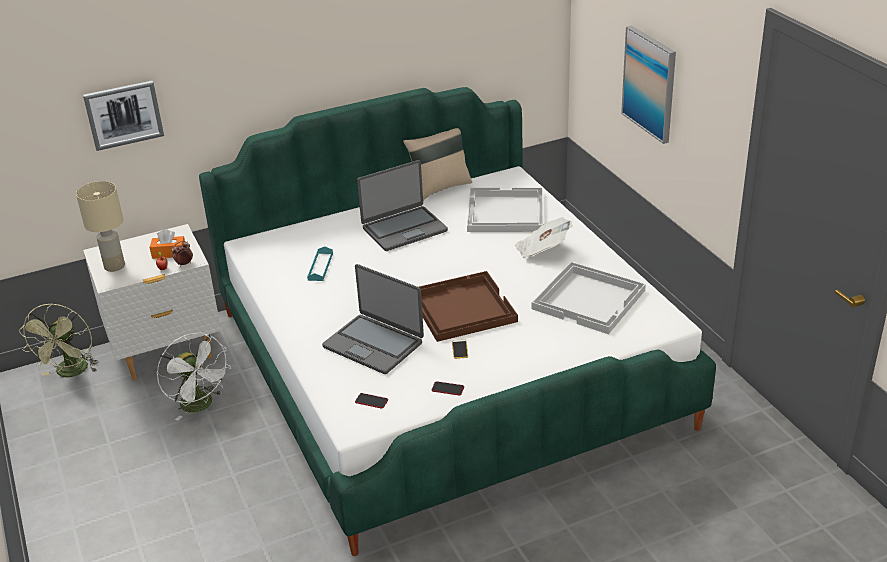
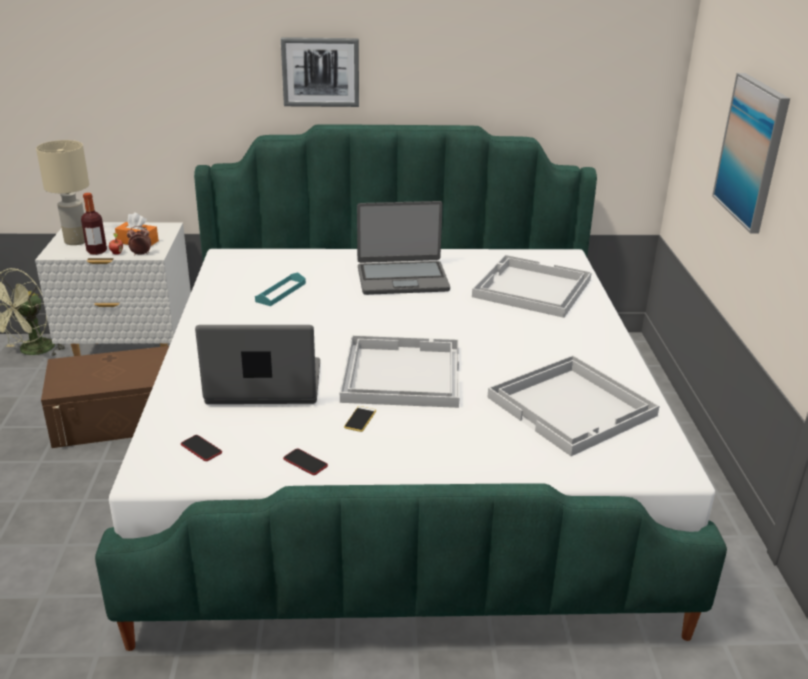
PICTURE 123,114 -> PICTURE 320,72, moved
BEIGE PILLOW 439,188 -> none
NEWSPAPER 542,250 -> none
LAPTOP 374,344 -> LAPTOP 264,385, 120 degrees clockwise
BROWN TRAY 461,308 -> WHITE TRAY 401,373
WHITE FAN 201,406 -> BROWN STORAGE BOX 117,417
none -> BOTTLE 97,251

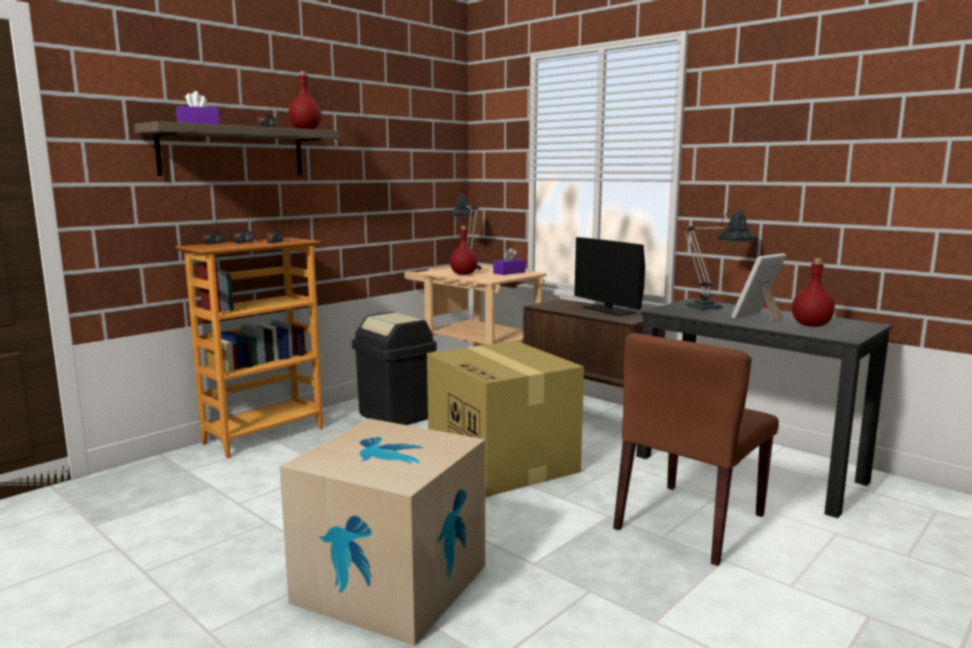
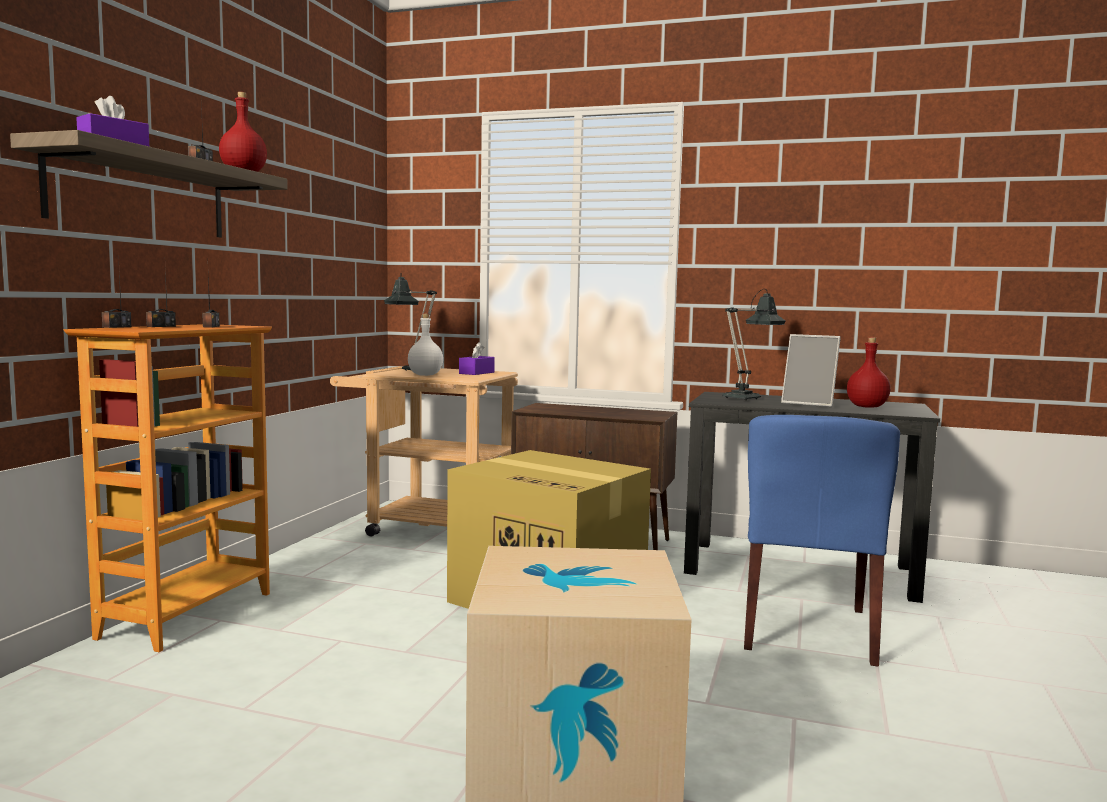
RED BOTTLE 464,274 -> WHITE BOTTLE 426,375
MONITOR 608,310 -> none
PICTURE FRAME 758,318 -> PICTURE FRAME 809,403, 90 degrees counterclockwise
BLACK TRASH CAN 396,415 -> none
BROWN CHAIR 690,522 -> BLUE CHAIR 807,629

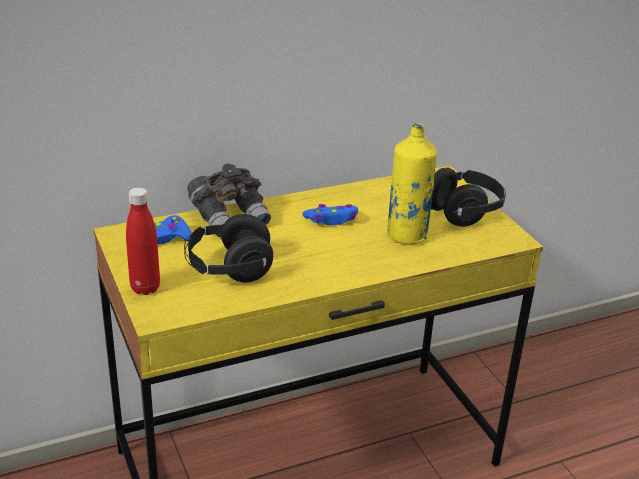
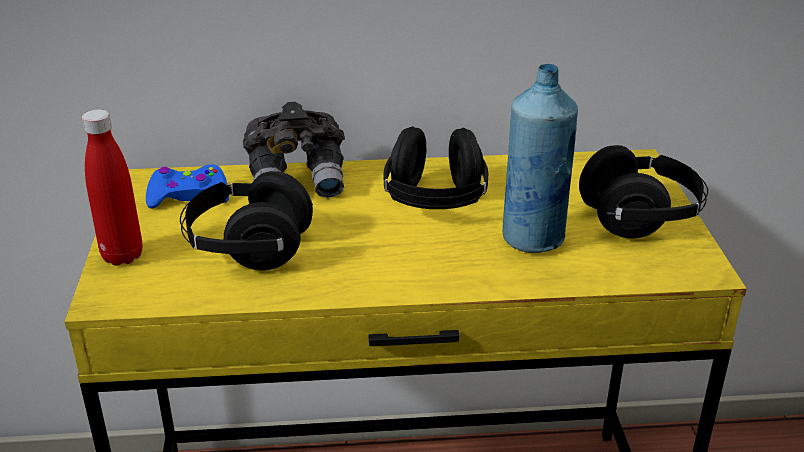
YELLOW BOTTLE 407,235 -> BLUE BOTTLE 533,239
BLUE GAME CONTROLLER 332,220 -> BLACK HEADPHONES 435,201

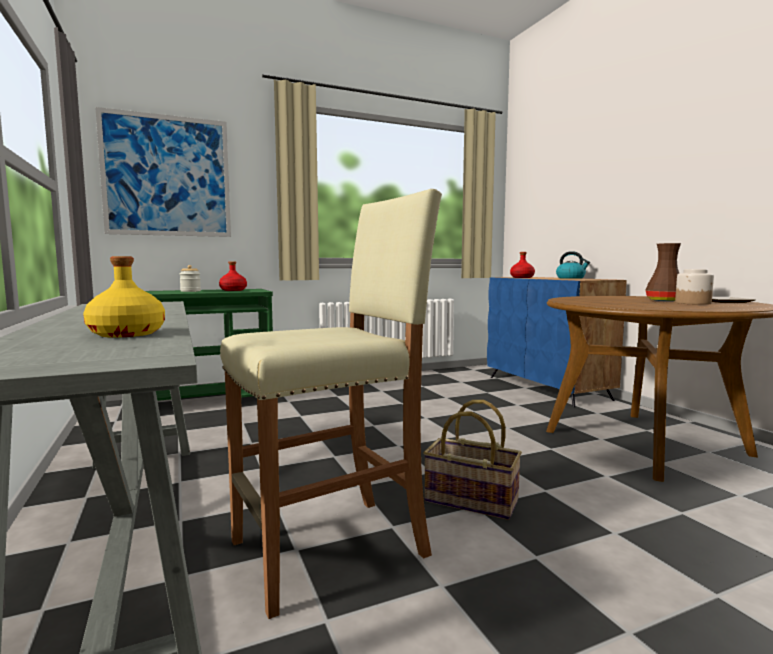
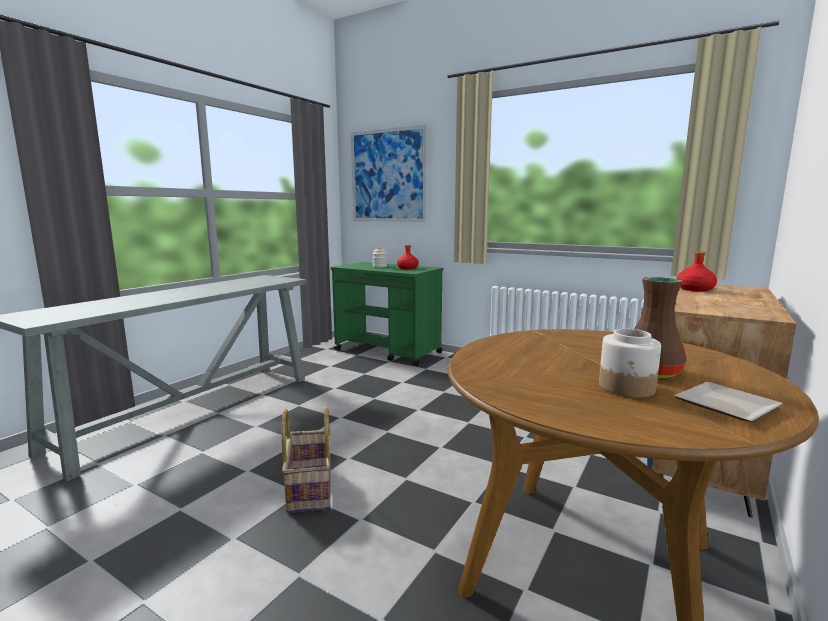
BEIGE STOOL 332,548 -> none
KETTLE 571,278 -> none
YELLOW BOTTLE 126,334 -> none

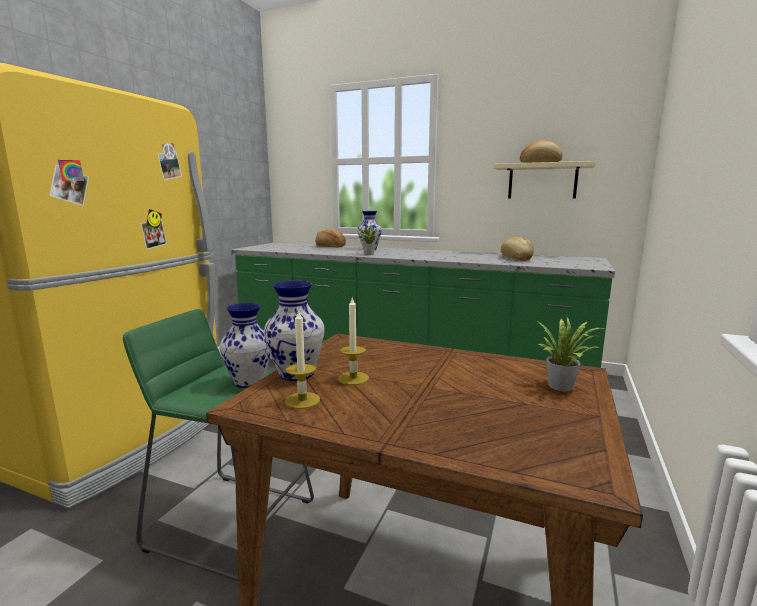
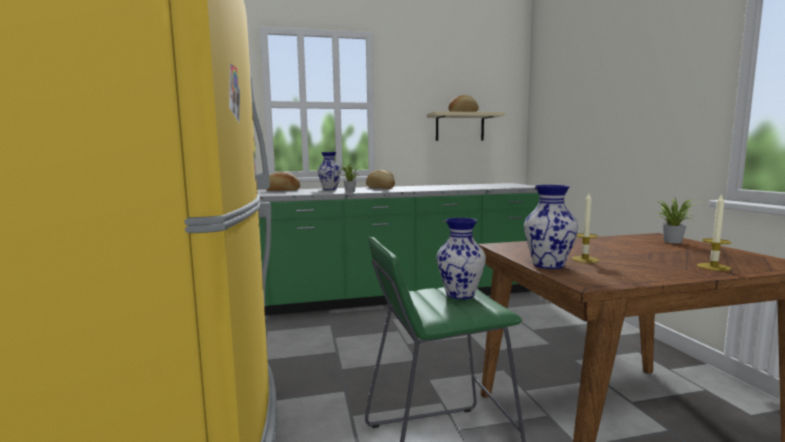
BREAD 515,259 -> BREAD 380,188, moved
CANDLE 302,400 -> CANDLE 713,267, moved

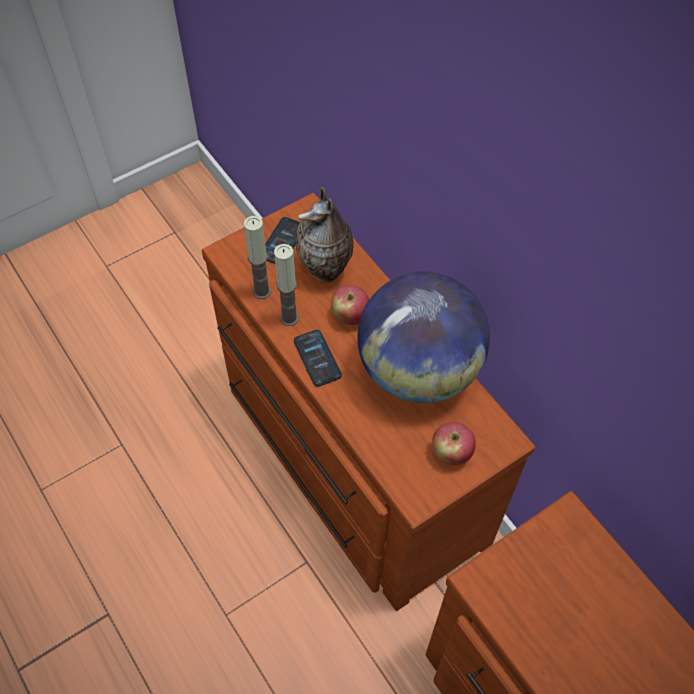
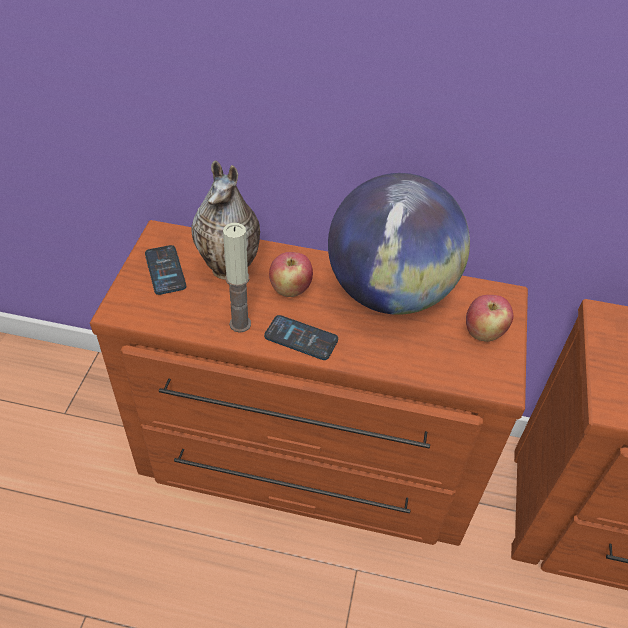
CANDLE 262,291 -> none

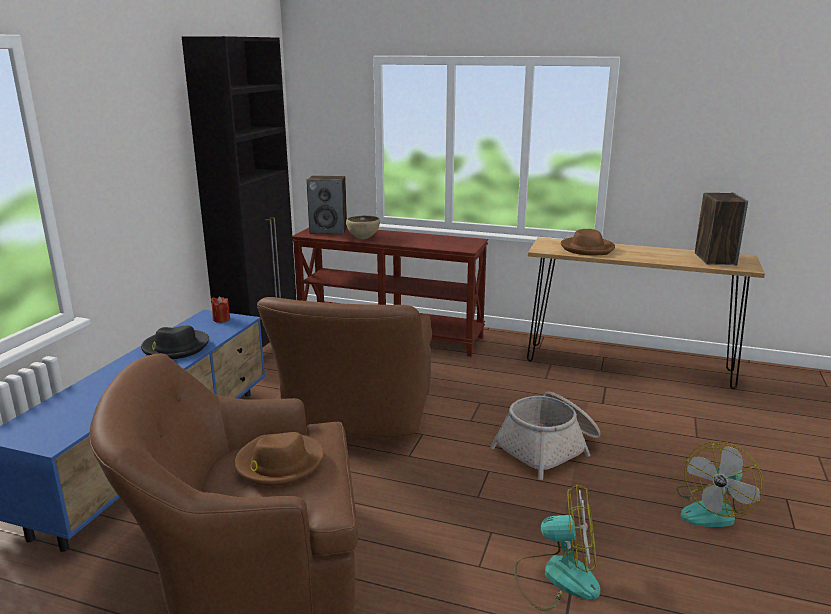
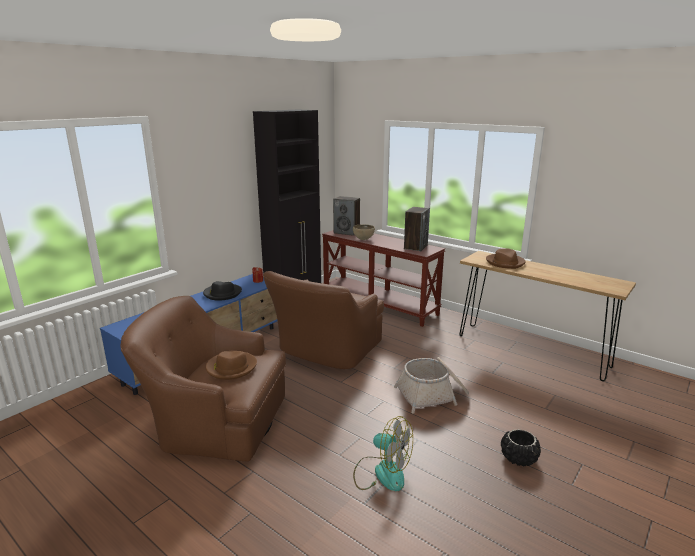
SPEAKER 714,259 -> SPEAKER 415,247, moved
FAN 713,510 -> BLACK PLANTER 519,458

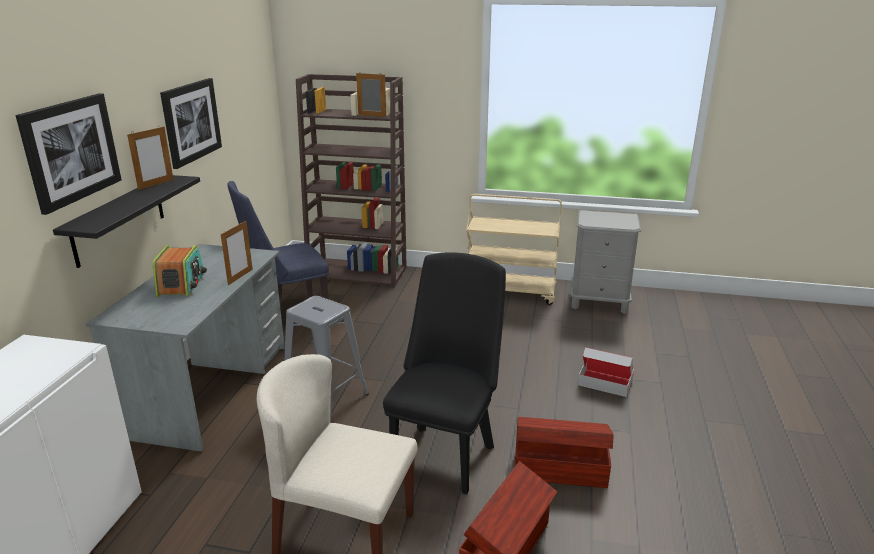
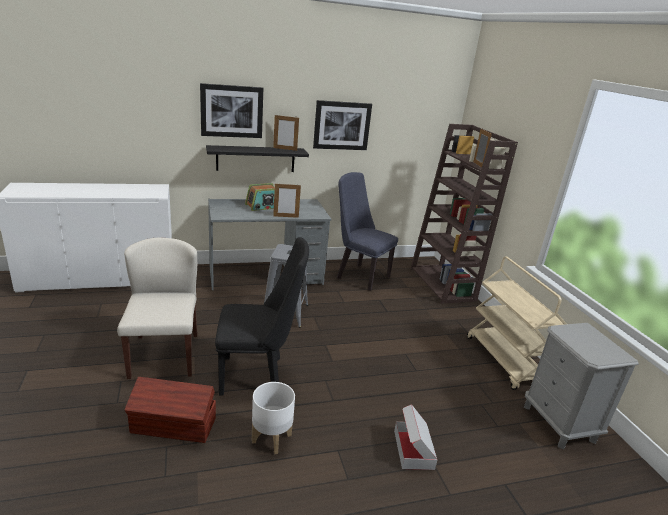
BROWN STORAGE BOX 559,468 -> WHITE PLANTER 271,438

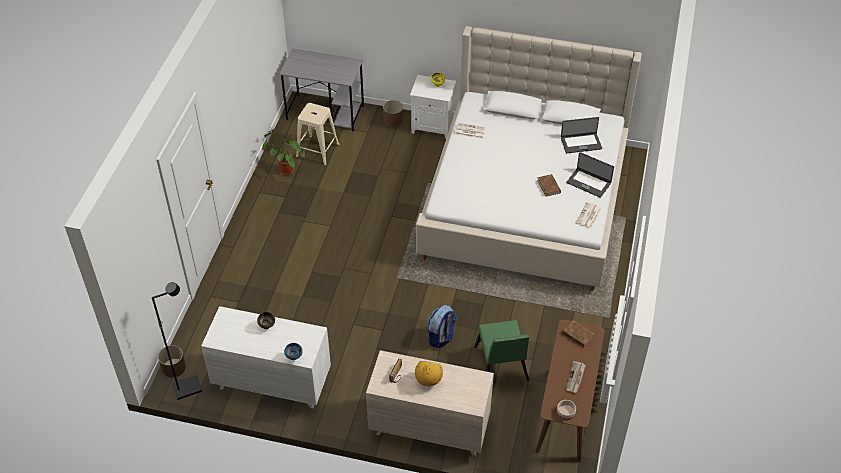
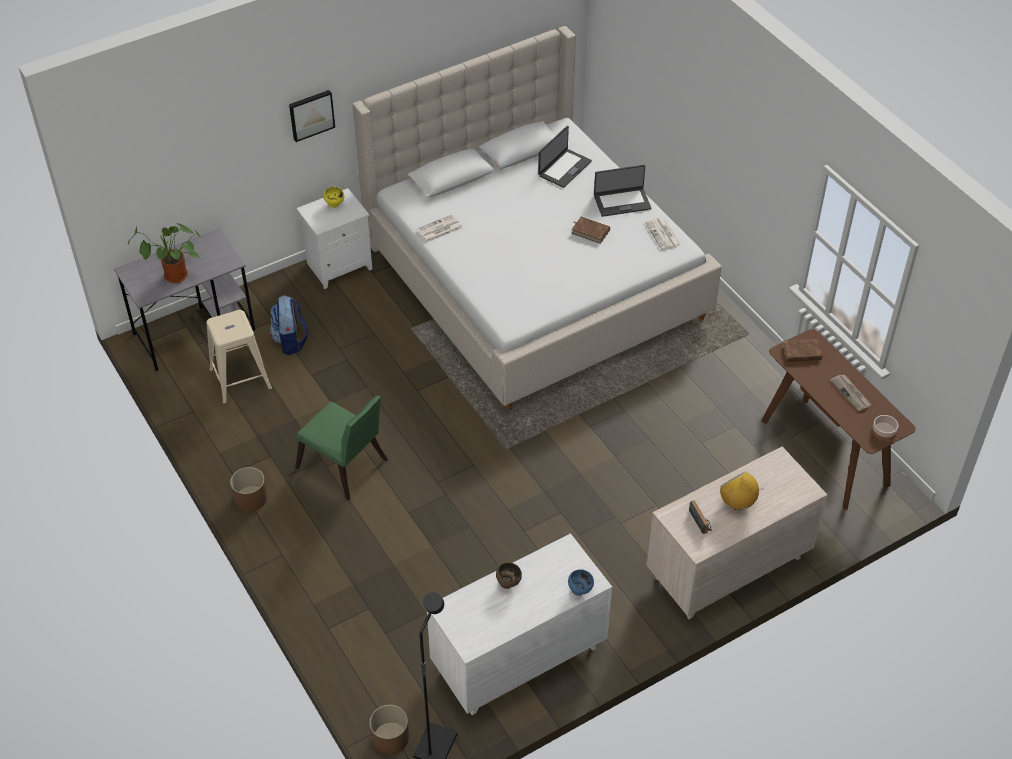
BROWN PLANTER 393,120 -> BROWN PLANTER 250,499, moved
POTTED PLANT 284,170 -> POTTED PLANT 174,277, moved
BACKPACK 441,337 -> BACKPACK 291,341, moved
GREEN CHAIR 501,367 -> GREEN CHAIR 345,468, moved
none -> PICTURE 311,114

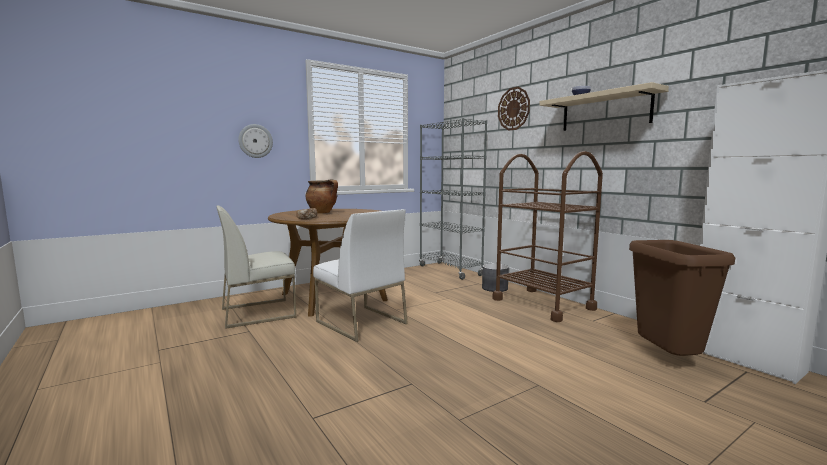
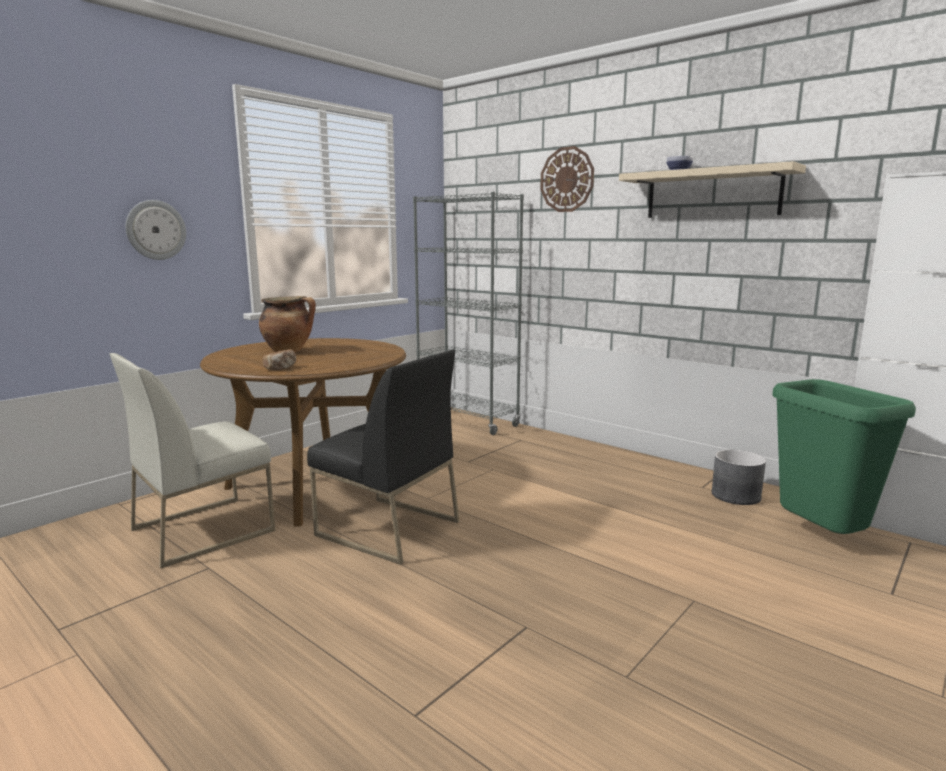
BROWN CART 542,304 -> none
WHITE CHAIR 360,322 -> BLACK CHAIR 386,528
BROWN TRASH CAN 668,360 -> GREEN TRASH CAN 821,538
GREY PLANTER 495,288 -> GREY PLANTER 736,495, moved

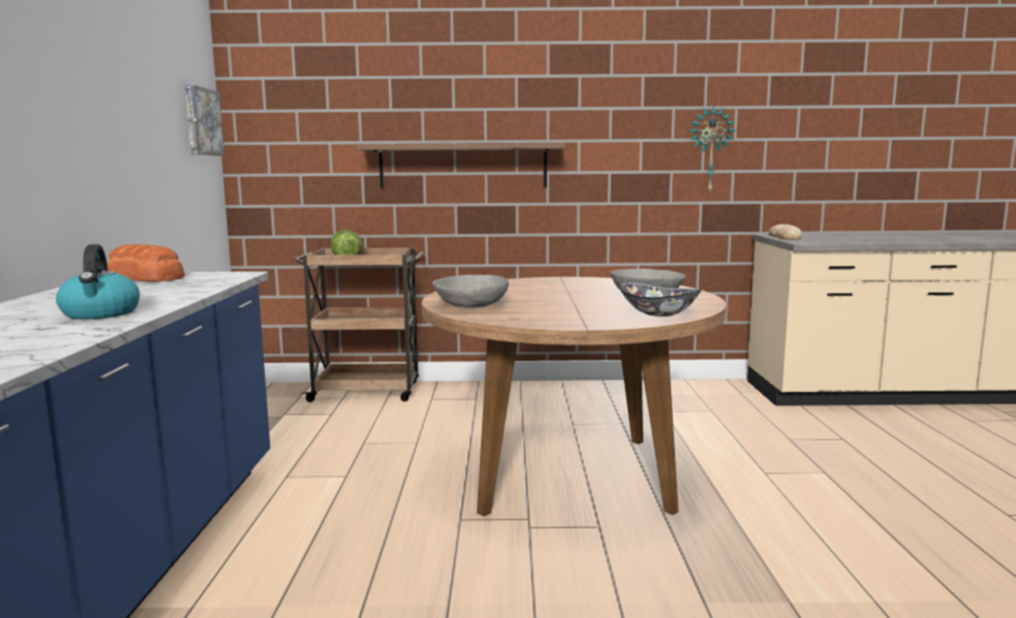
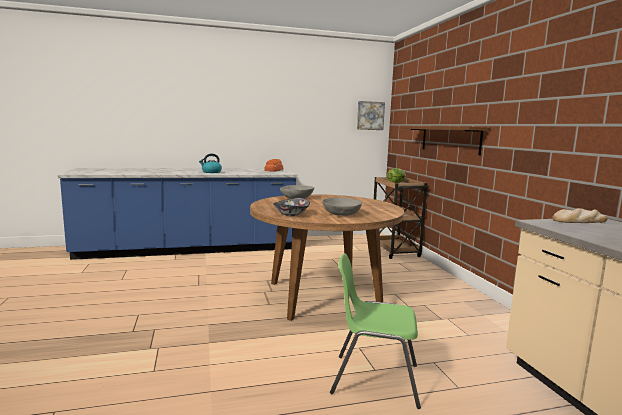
WALL CLOCK 710,150 -> none
none -> GREEN CHAIR 374,379

